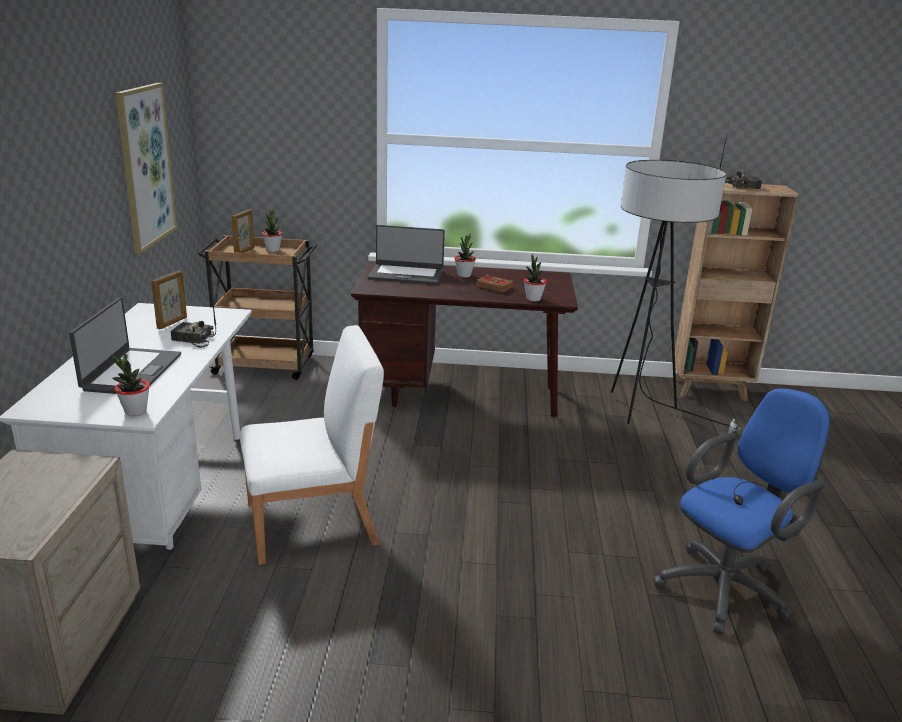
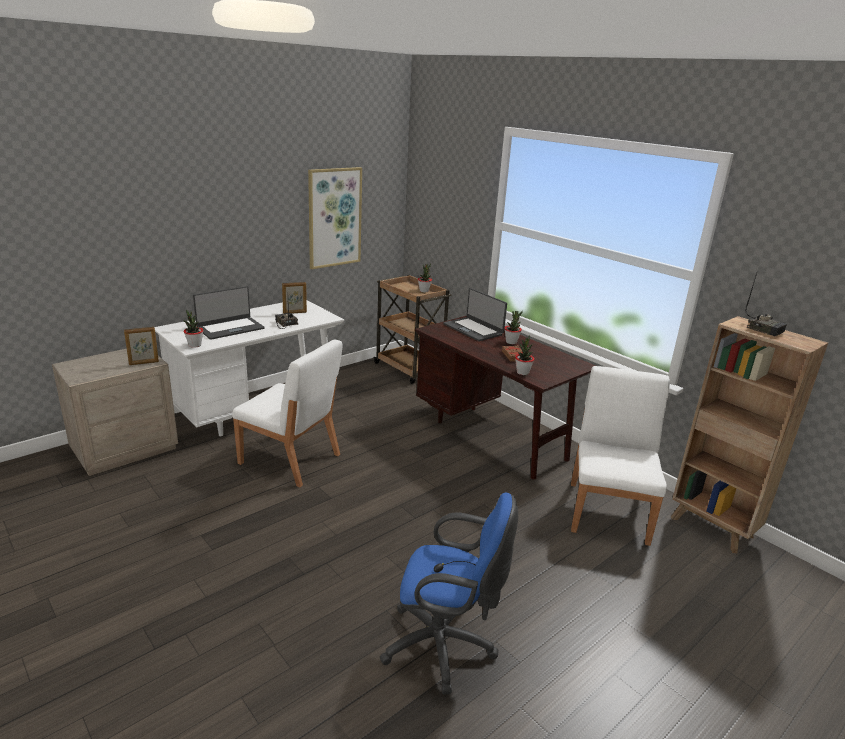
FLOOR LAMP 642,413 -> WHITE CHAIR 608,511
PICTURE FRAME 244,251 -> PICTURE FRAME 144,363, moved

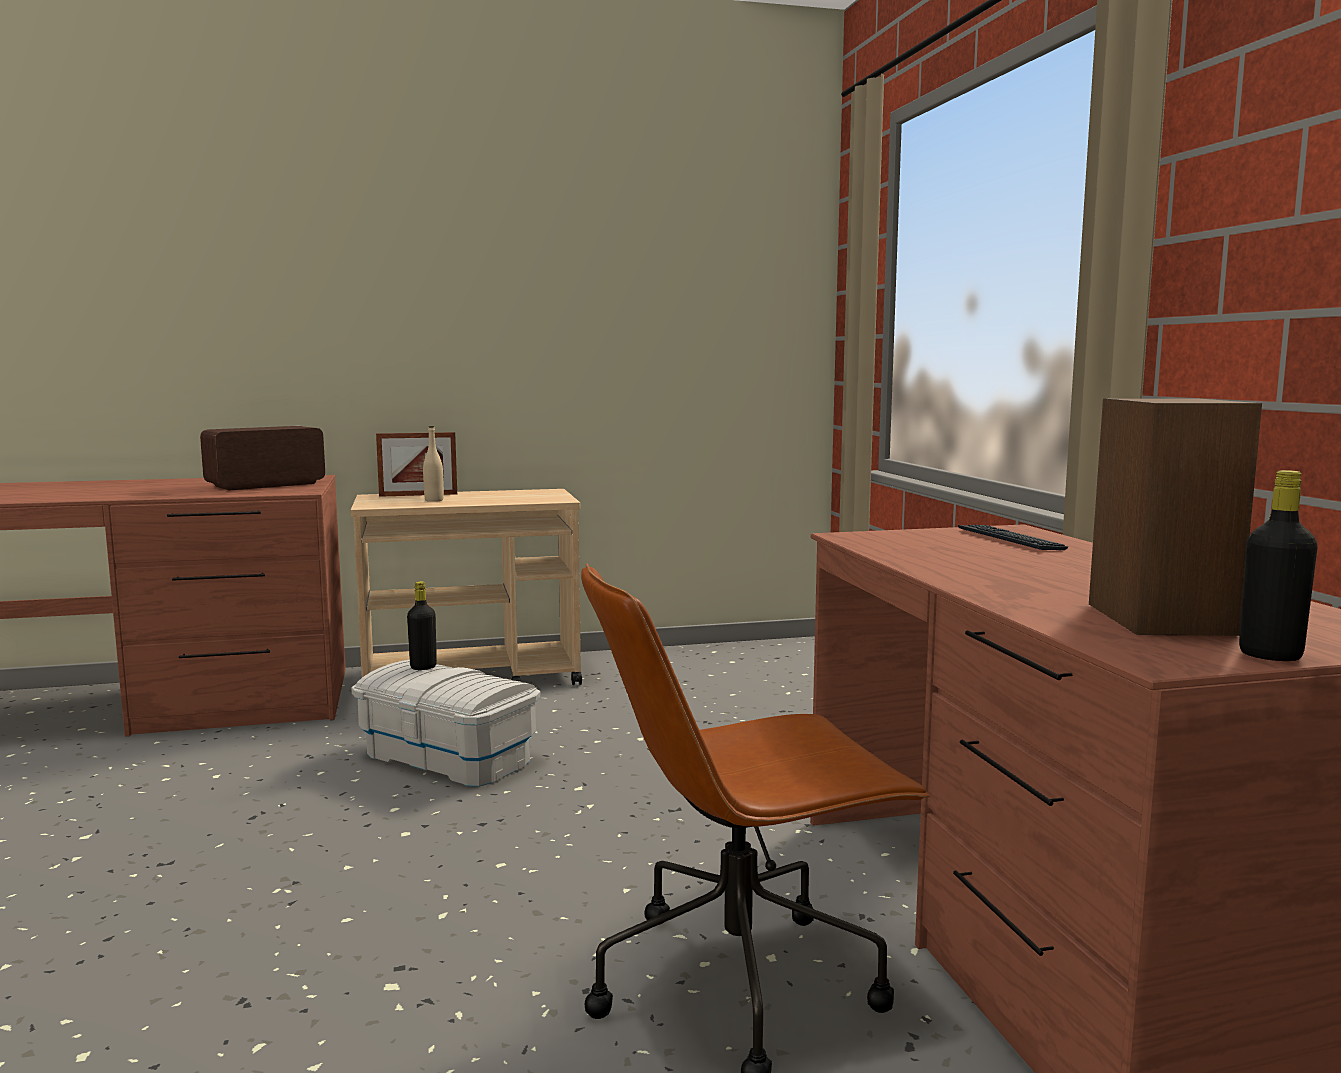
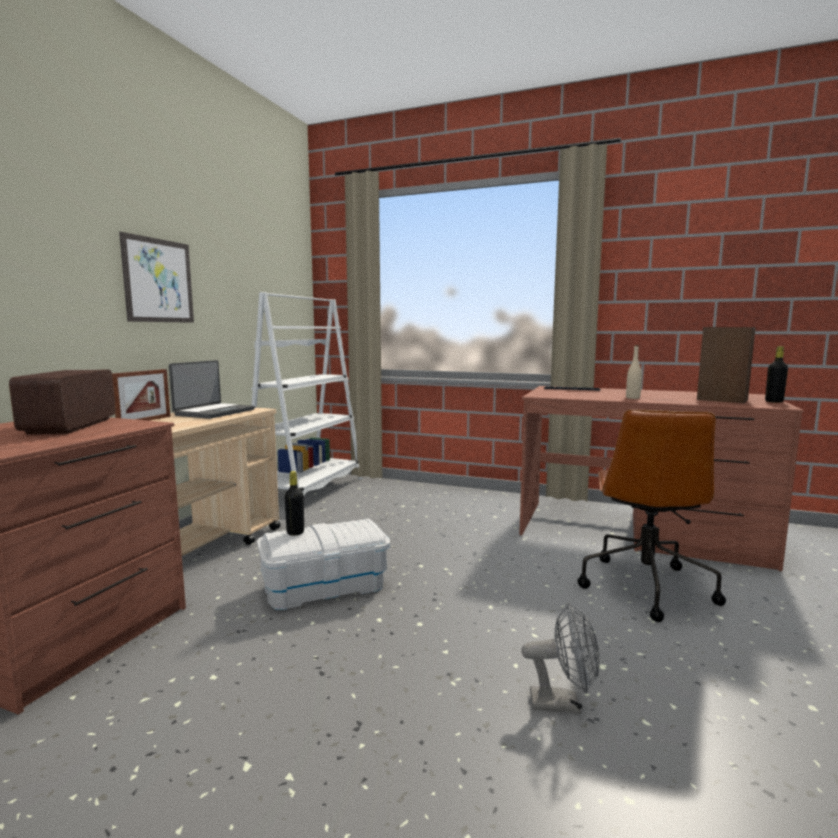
BEIGE BOTTLE 434,500 -> BEIGE BOTTLE 632,398, moved
none -> PICTURE 158,280
none -> WHITE BOOKCASE 308,491
none -> LAPTOP 214,412
none -> GREY FAN 563,703

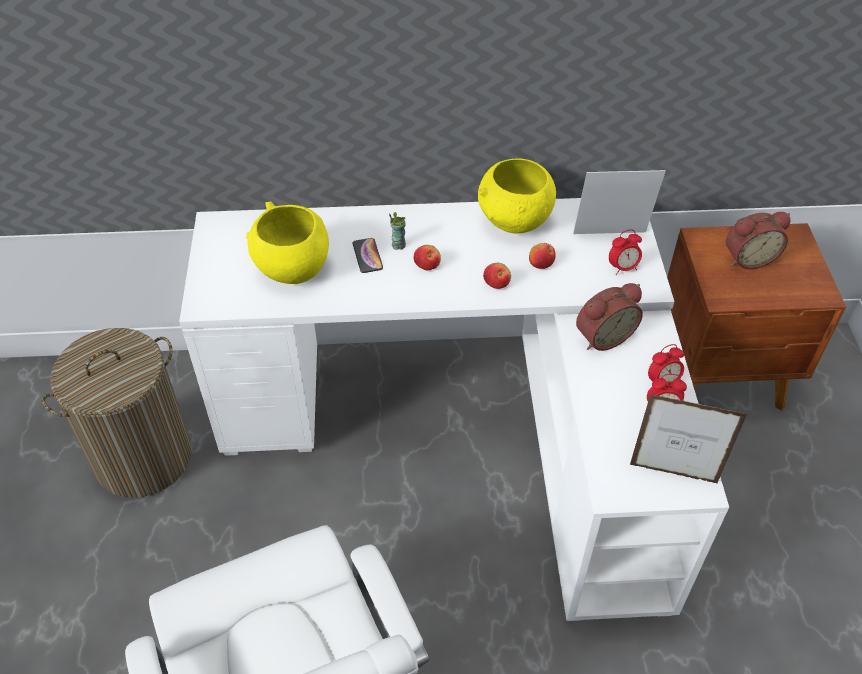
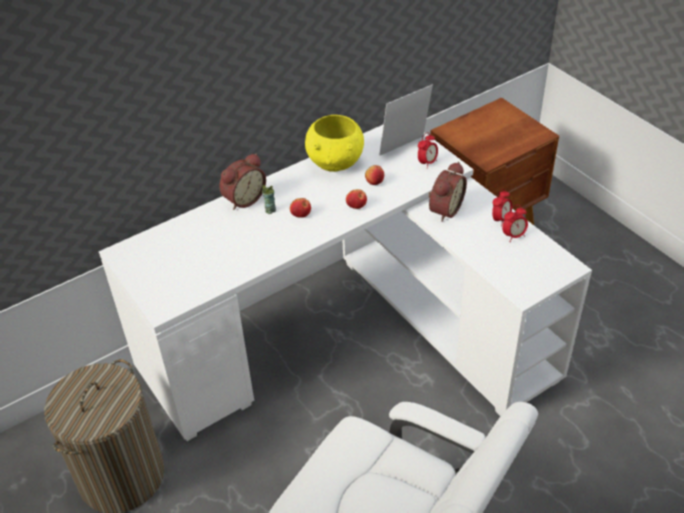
YELLOW BOWL 292,269 -> none
ALARM CLOCK 748,258 -> ALARM CLOCK 243,199, moved
PHONE 367,256 -> none
PICTURE FRAME 673,474 -> none

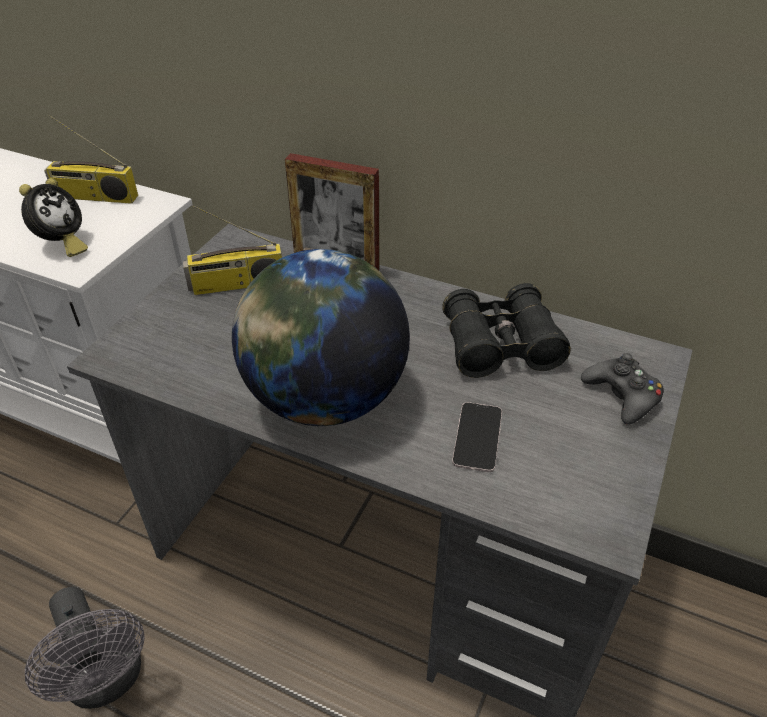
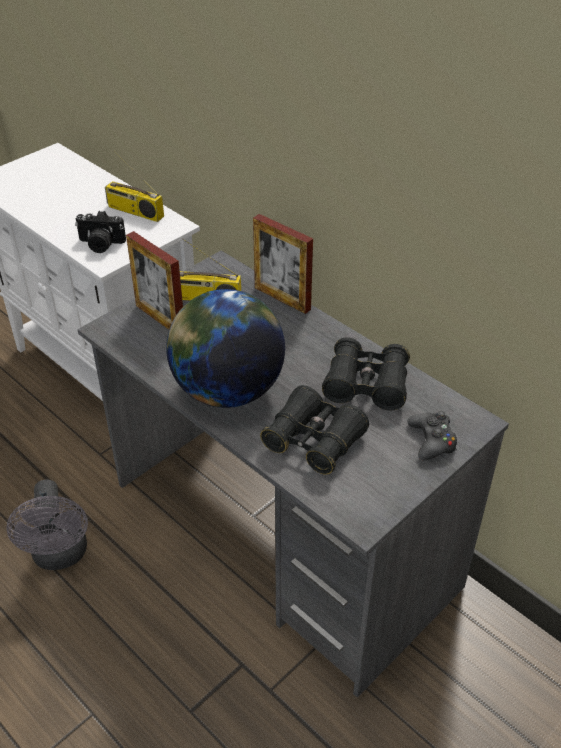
ALARM CLOCK 62,245 -> PHOTO CAMERA 100,244
PHONE 477,437 -> BLACK BINOCULARS 314,441
none -> PICTURE FRAME 160,319

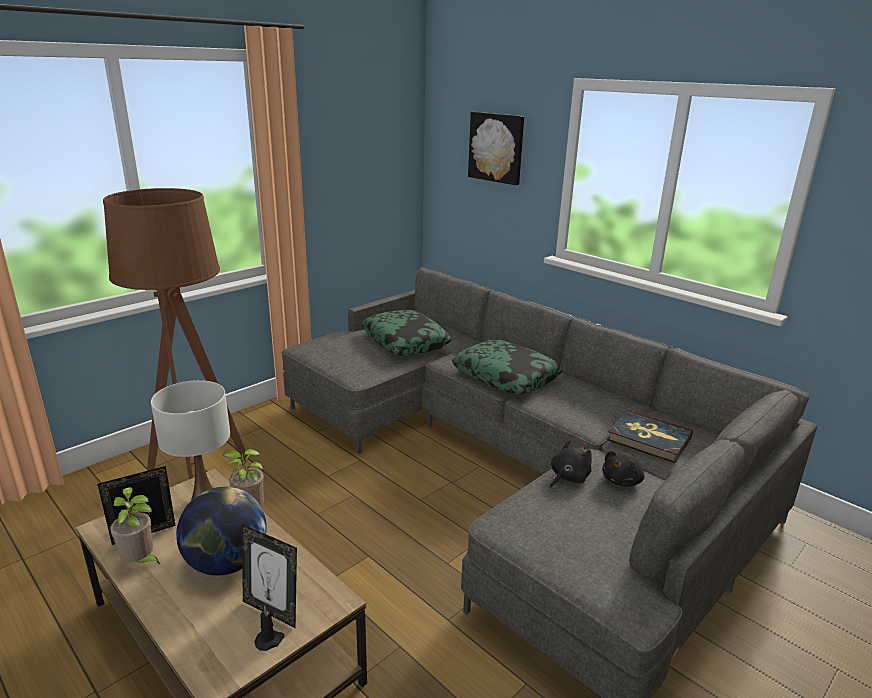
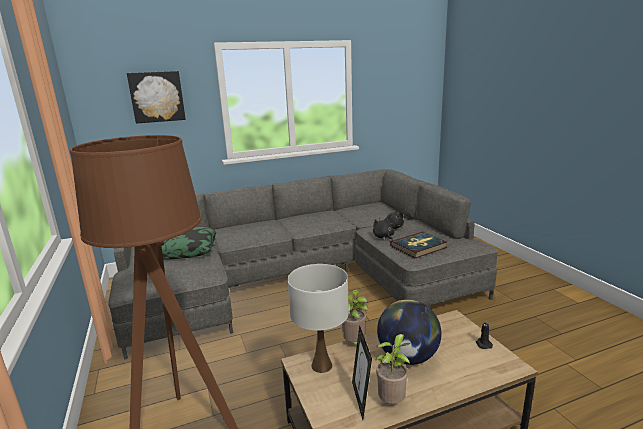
PILLOW 506,376 -> none
BOOK 649,439 -> BOOK 418,247, moved
PICTURE FRAME 272,610 -> none

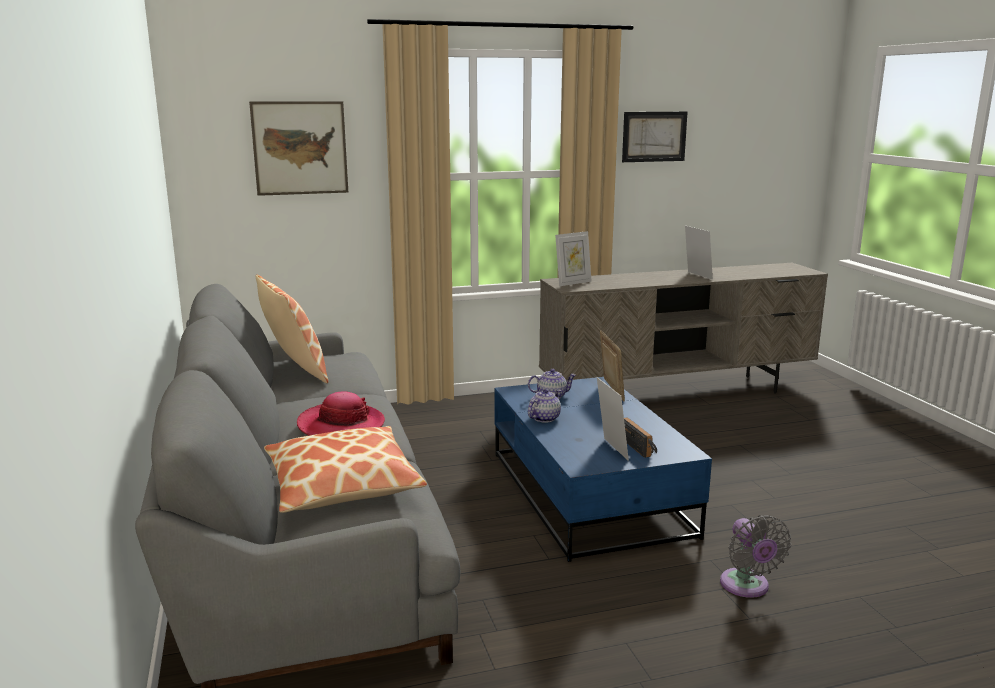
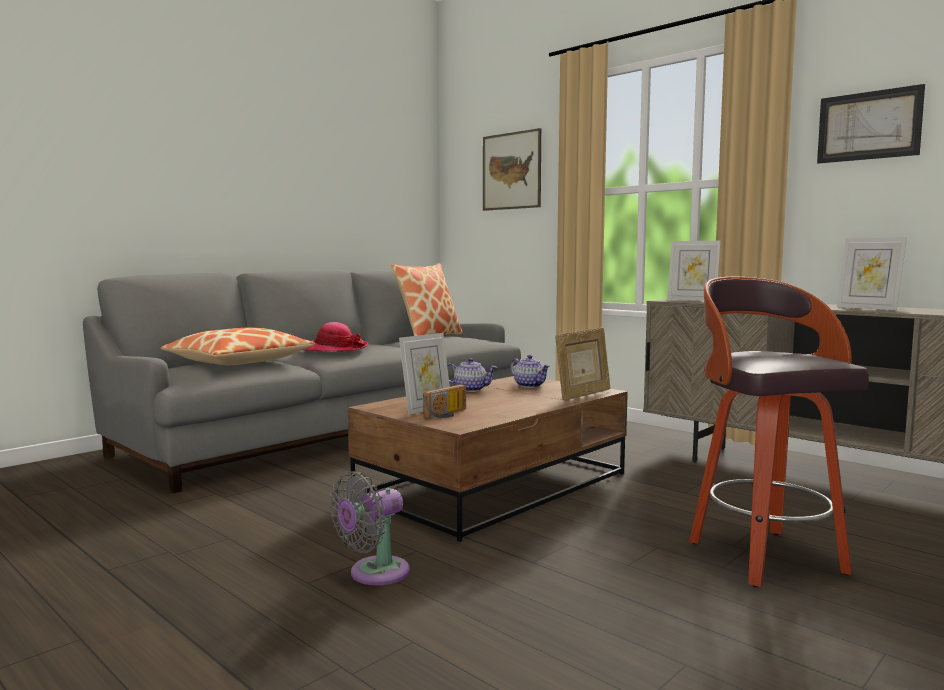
PICTURE FRAME 696,275 -> PICTURE FRAME 868,308, 105 degrees clockwise
BLUE COFFEE TABLE 587,492 -> BROWN COFFEE TABLE 495,485
none -> STOOL 762,556

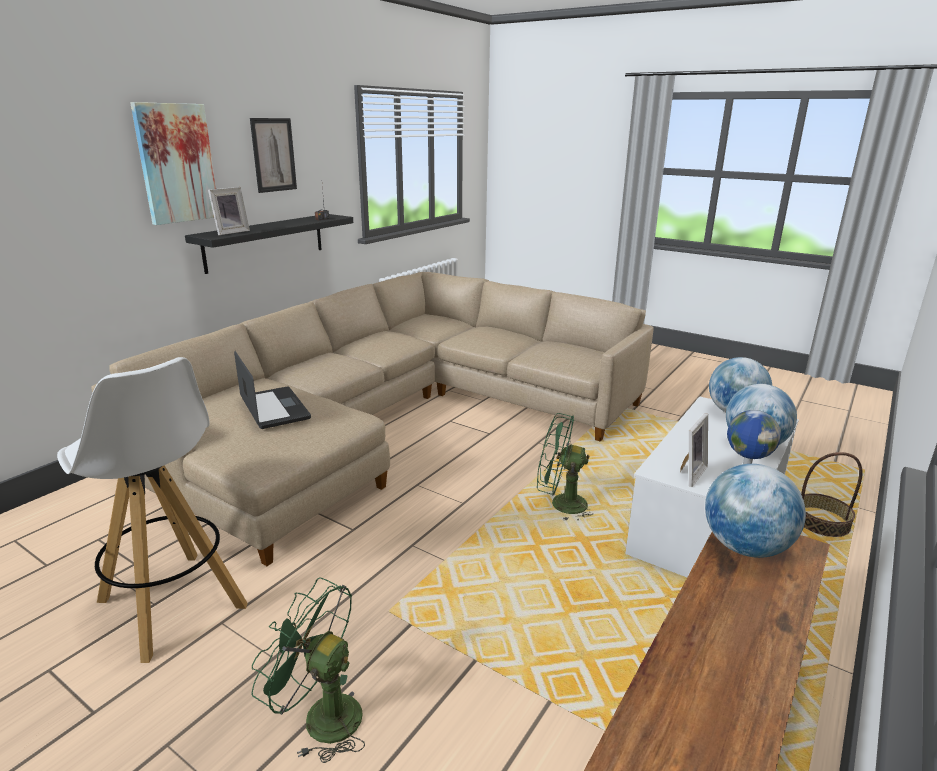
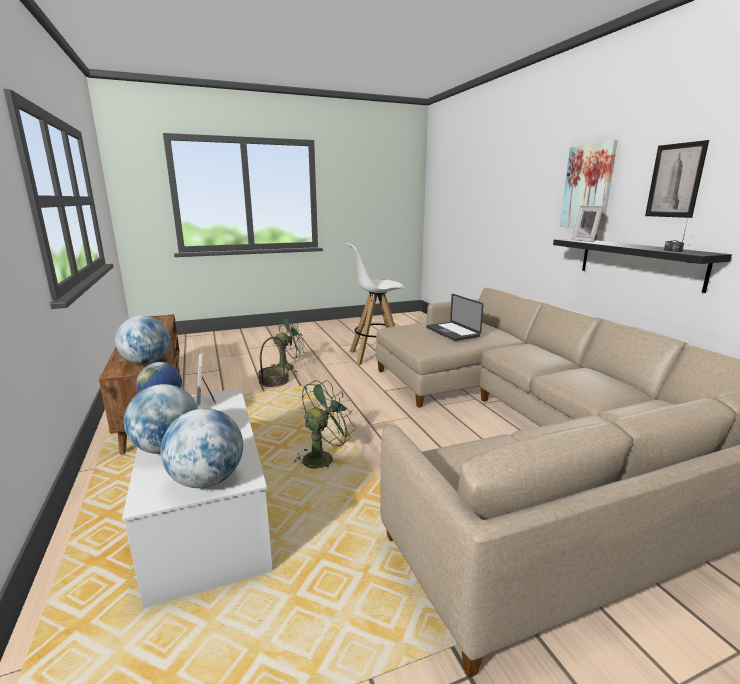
LAPTOP 274,409 -> LAPTOP 452,332, 60 degrees clockwise
BASKET 821,522 -> BASKET 274,381, moved

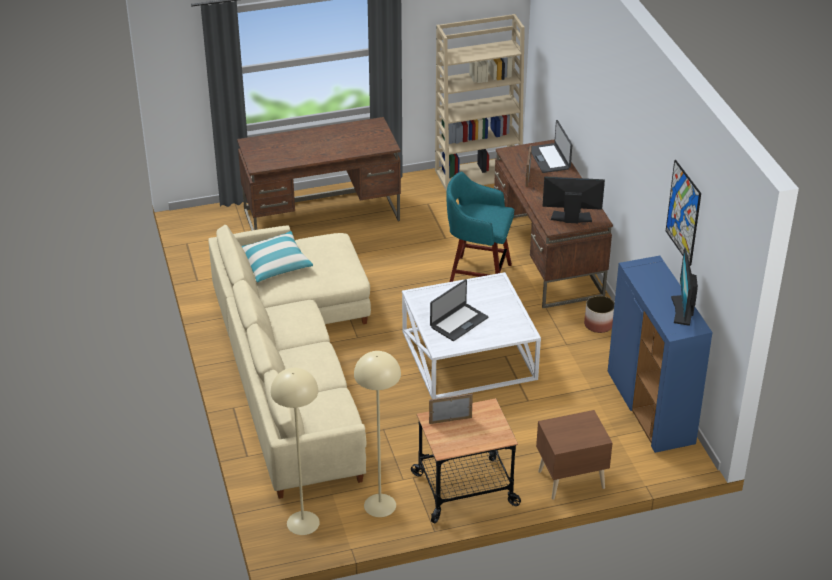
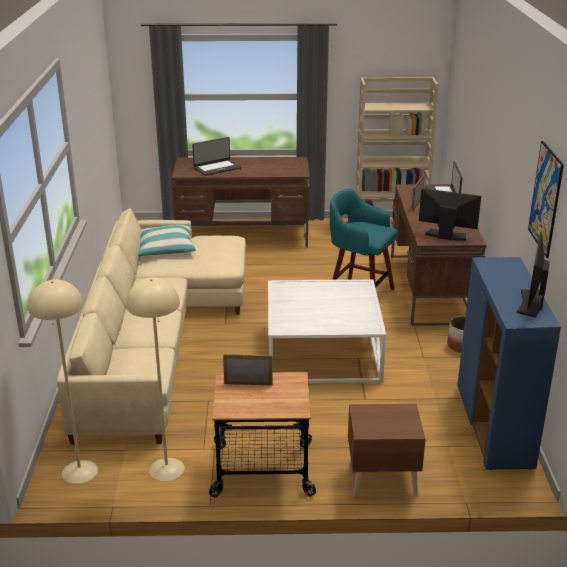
LAPTOP 458,322 -> LAPTOP 217,168, moved

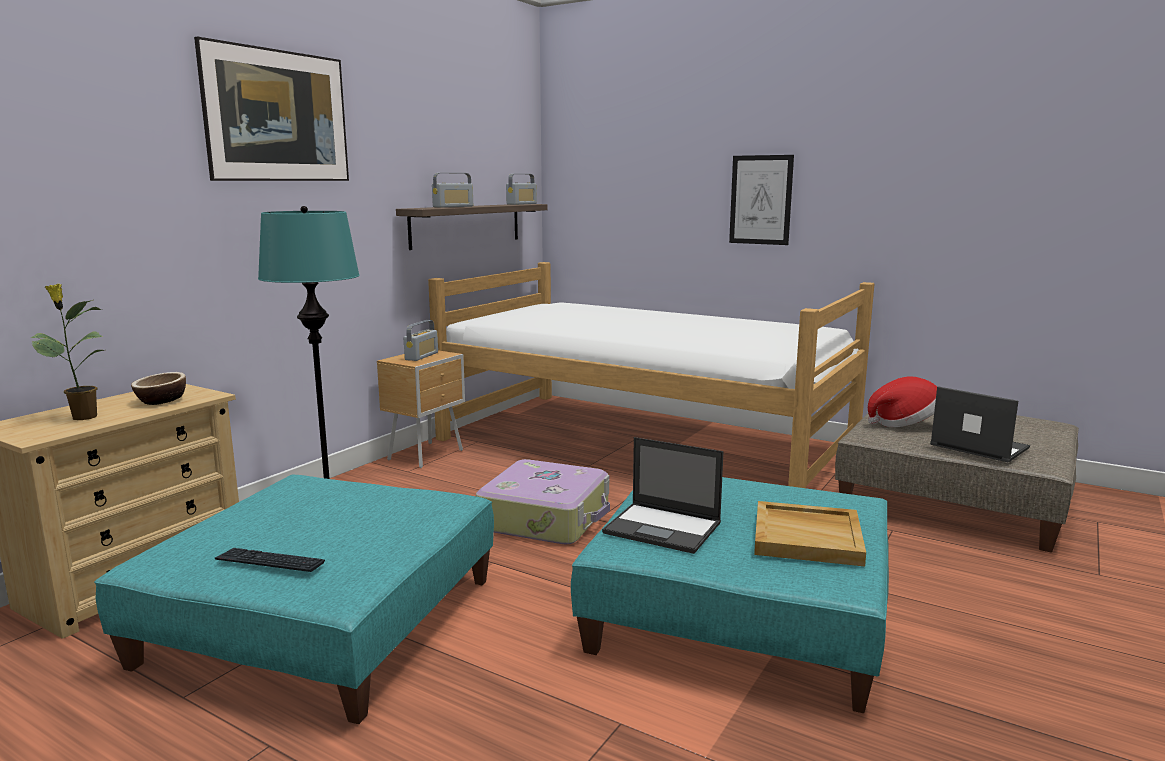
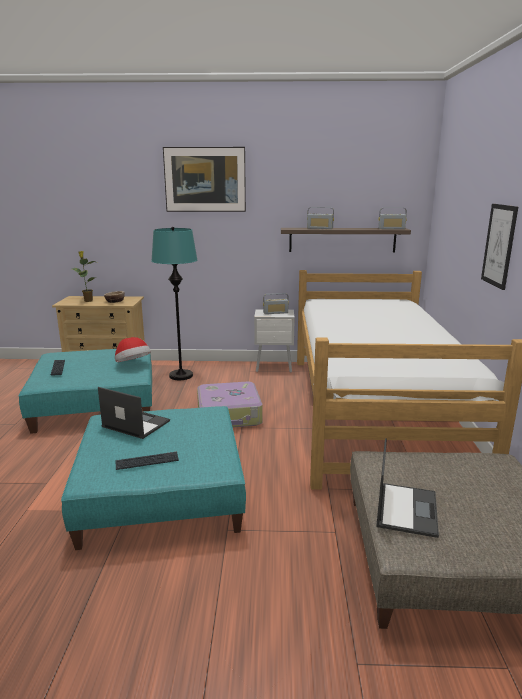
BROWN NIGHTSTAND 427,455 -> WHITE NIGHTSTAND 274,368
HAT 905,424 -> HAT 133,364, moved
LAPTOP 664,528 -> LAPTOP 135,424, 120 degrees clockwise
BEIGE TRAY 808,537 -> KEYBOARD 147,462

